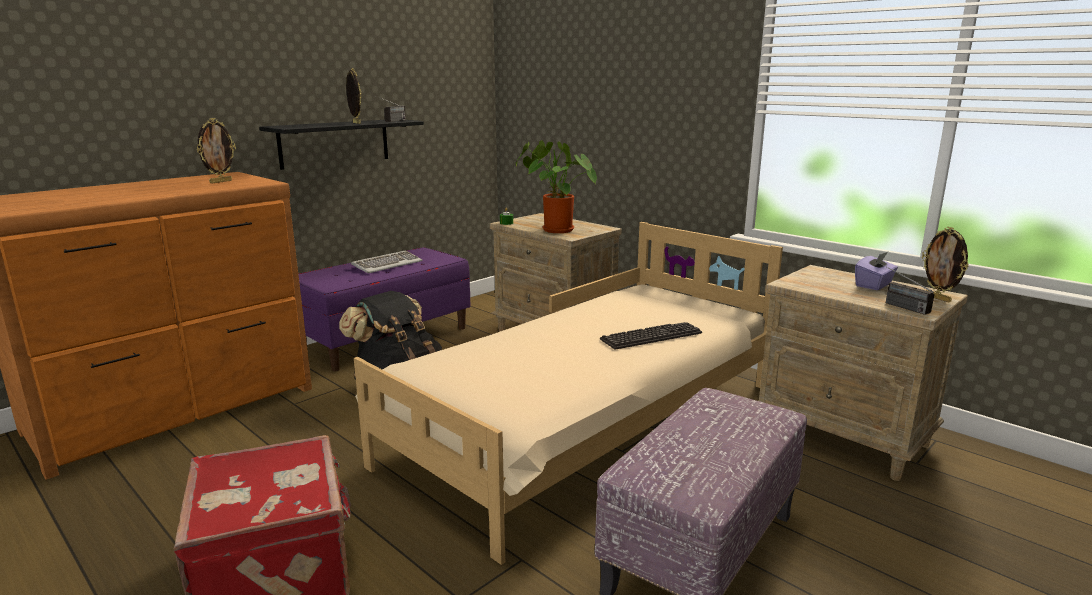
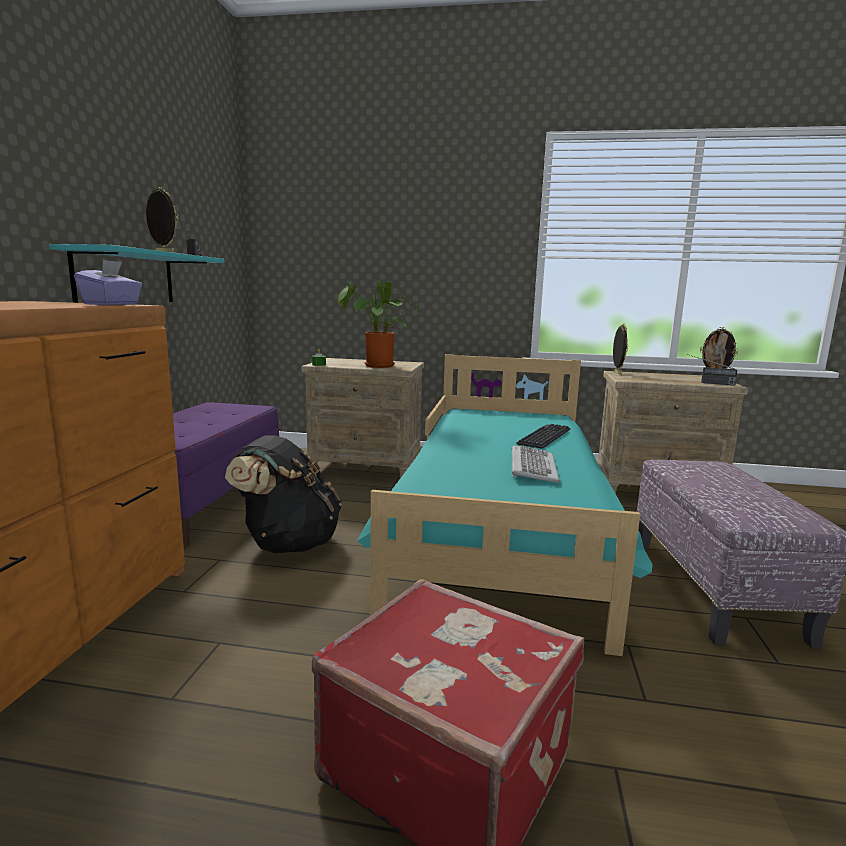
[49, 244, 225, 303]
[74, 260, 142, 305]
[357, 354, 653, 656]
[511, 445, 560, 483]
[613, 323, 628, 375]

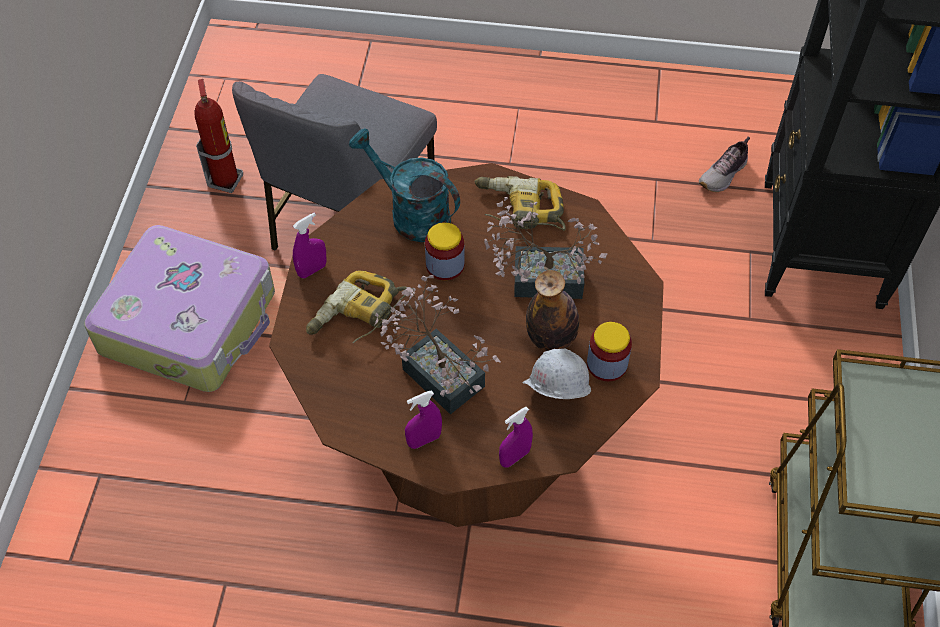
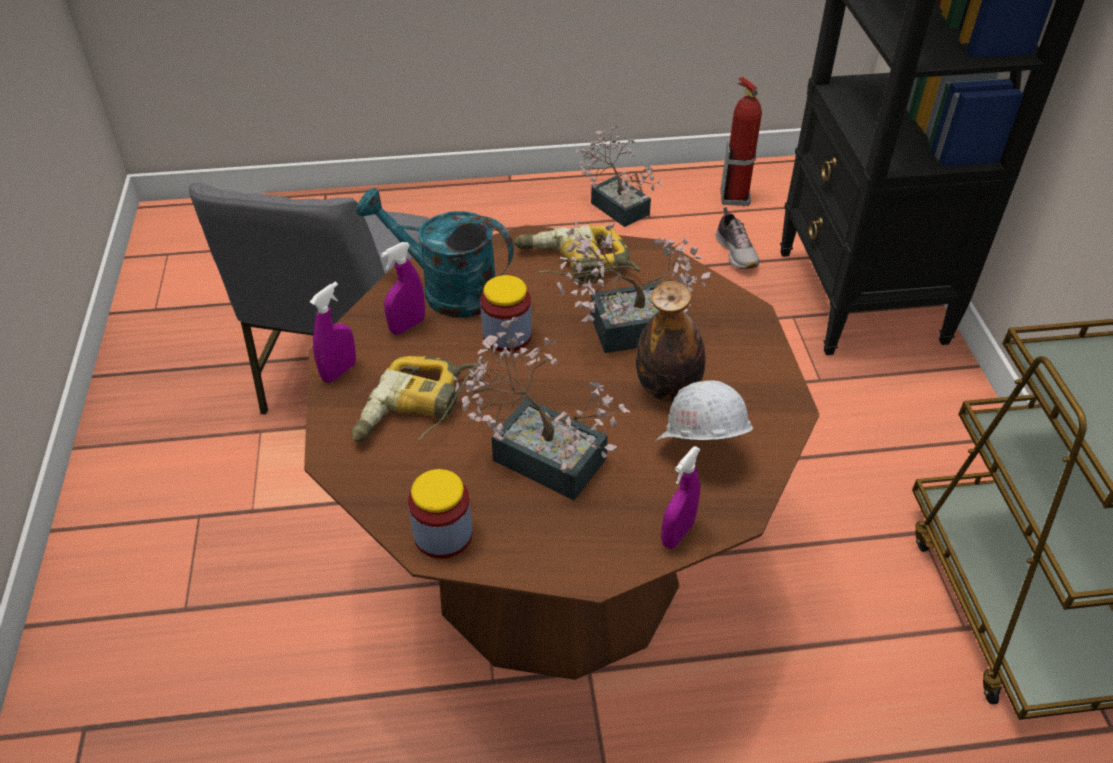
[381, 242, 425, 335]
[408, 469, 473, 559]
[575, 126, 663, 227]
[716, 207, 759, 269]
[721, 77, 762, 206]
[84, 225, 275, 392] (first image)

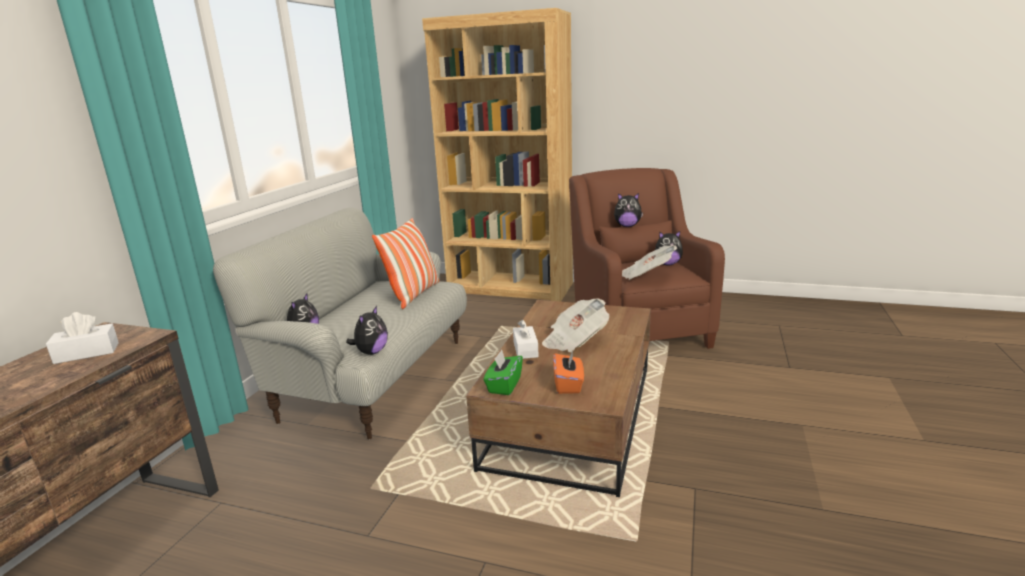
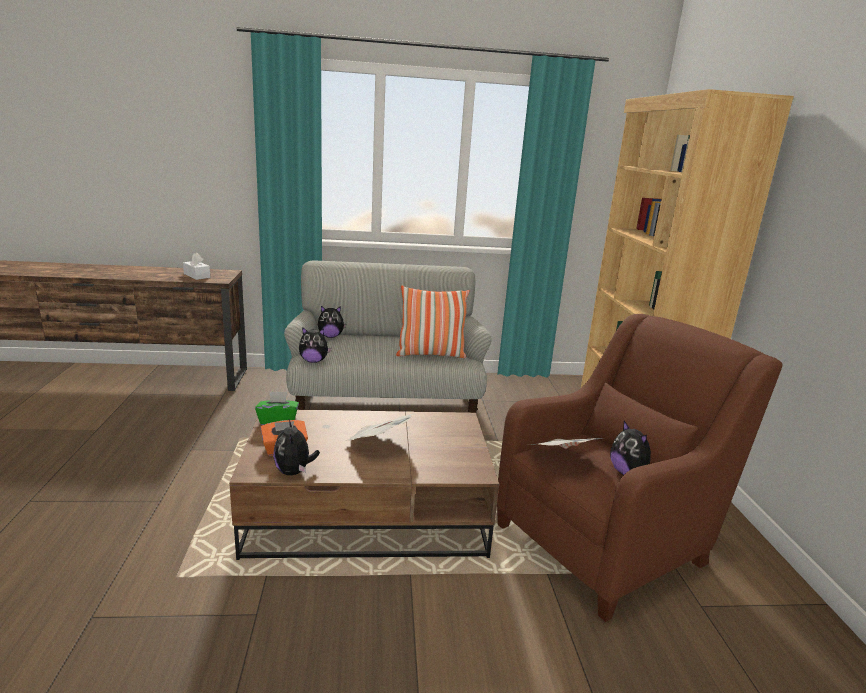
[273, 419, 320, 475]
[513, 320, 539, 359] (first image)

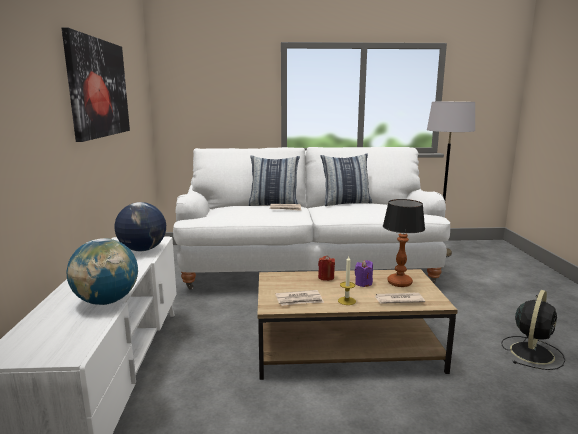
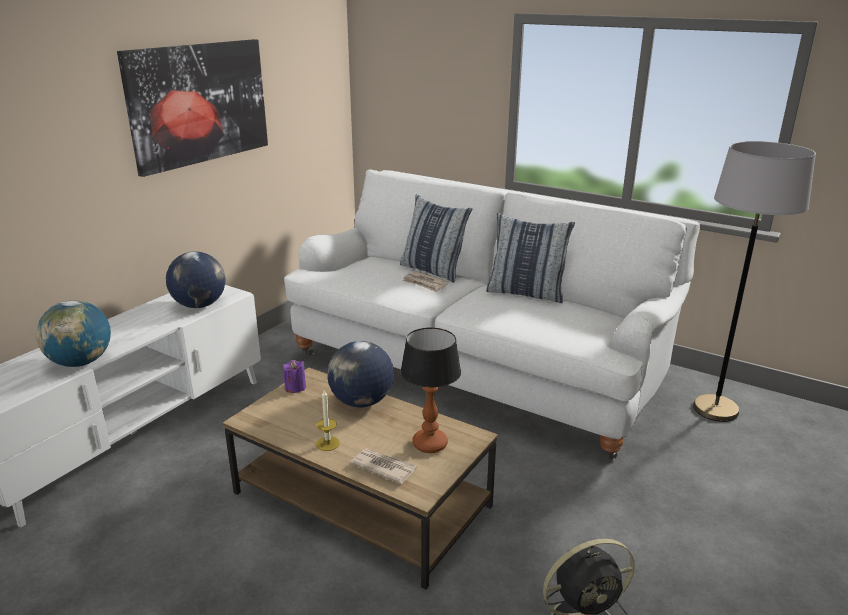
[283, 360, 306, 393]
[327, 341, 394, 408]
[275, 290, 324, 306] (first image)

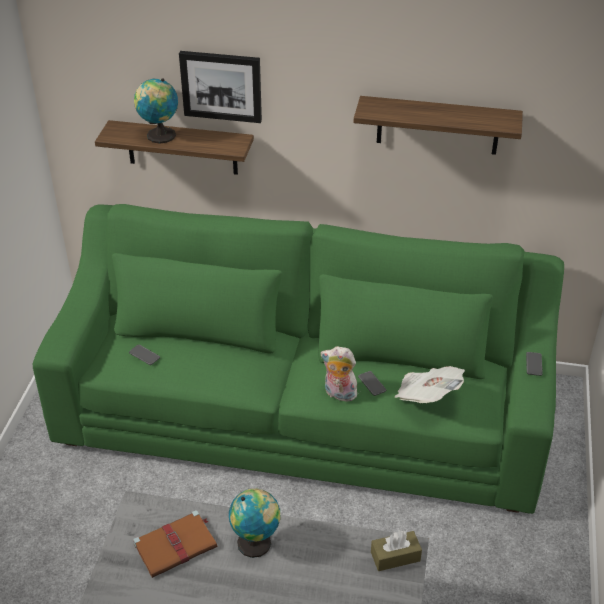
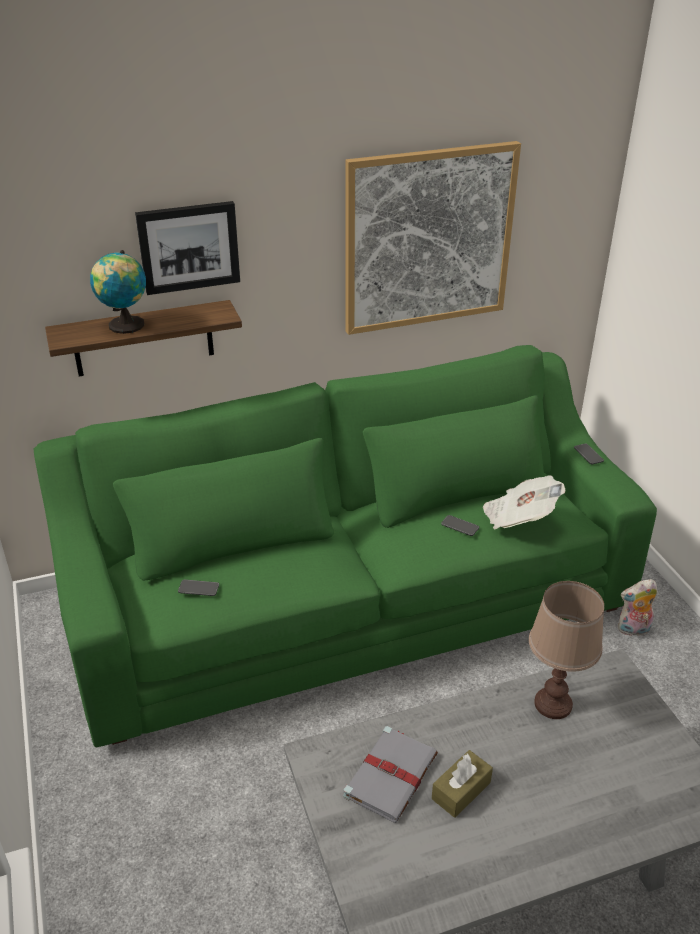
[343, 726, 438, 823]
[345, 141, 521, 335]
[432, 750, 493, 818]
[529, 581, 604, 719]
[618, 579, 658, 638]
[229, 489, 281, 558] (first image)

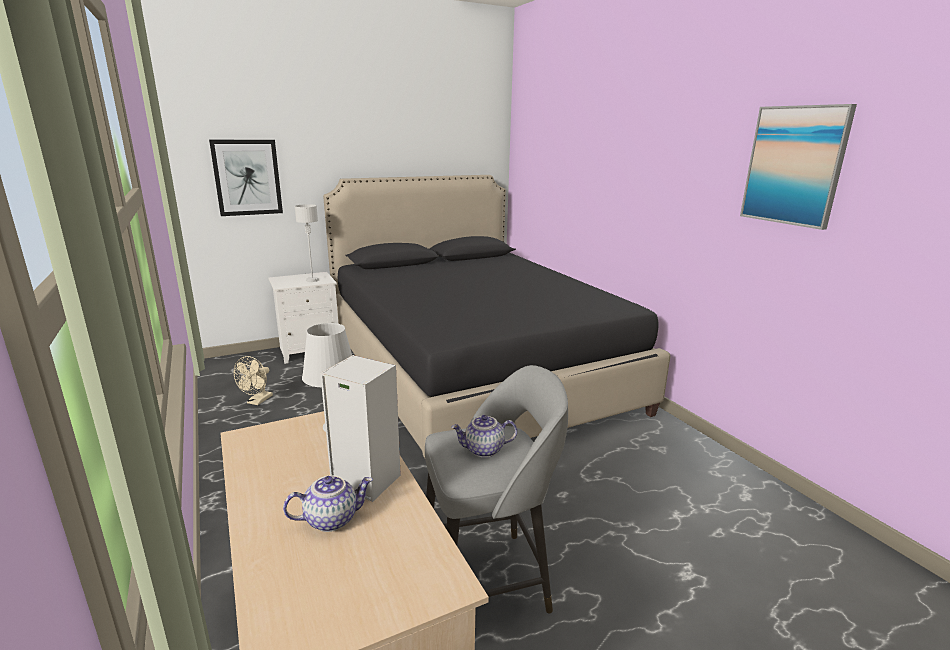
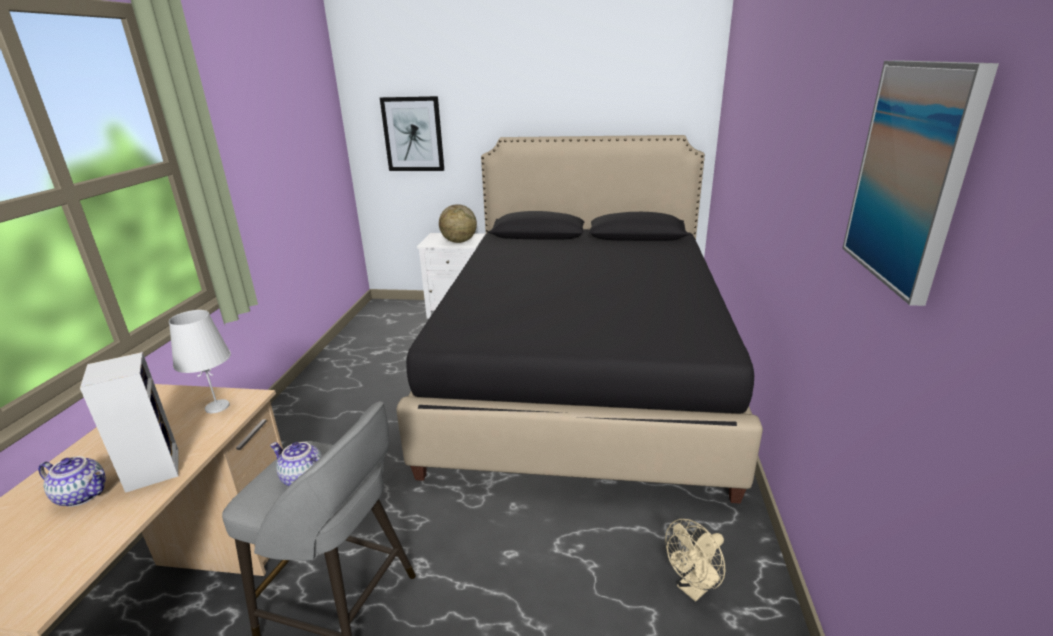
[439, 204, 477, 243]
[665, 519, 725, 602]

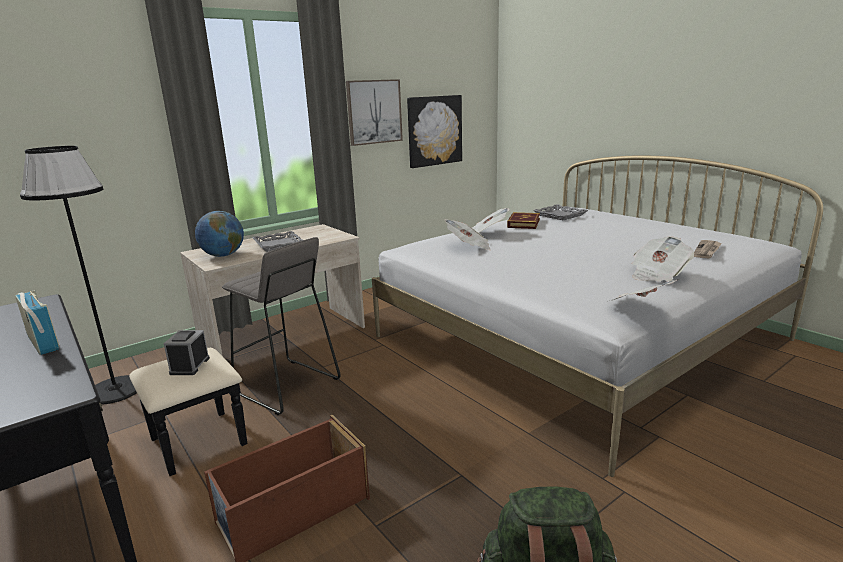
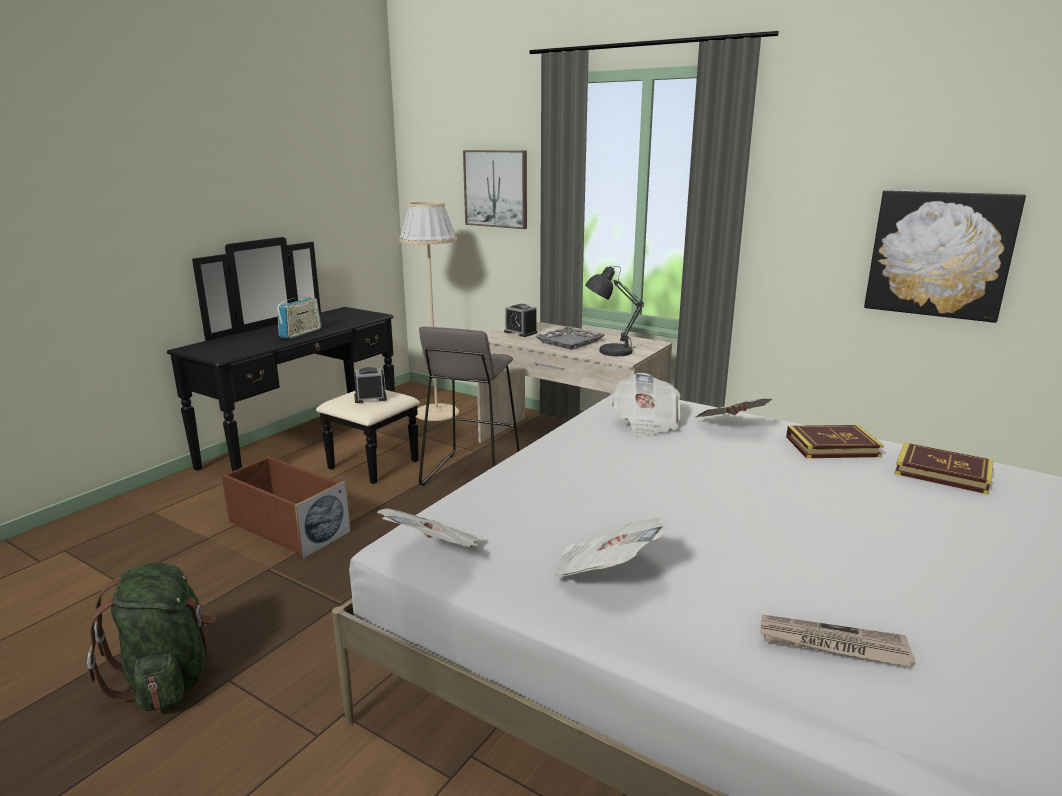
[399, 202, 459, 421]
[463, 150, 527, 229]
[504, 304, 538, 337]
[585, 266, 644, 356]
[895, 442, 993, 494]

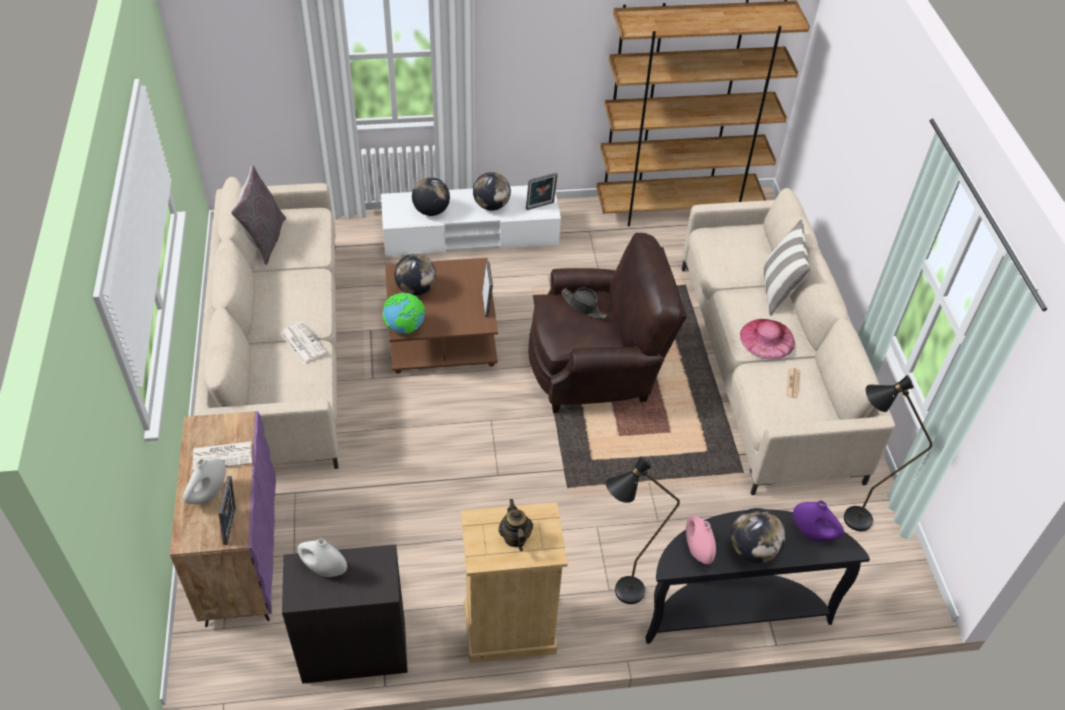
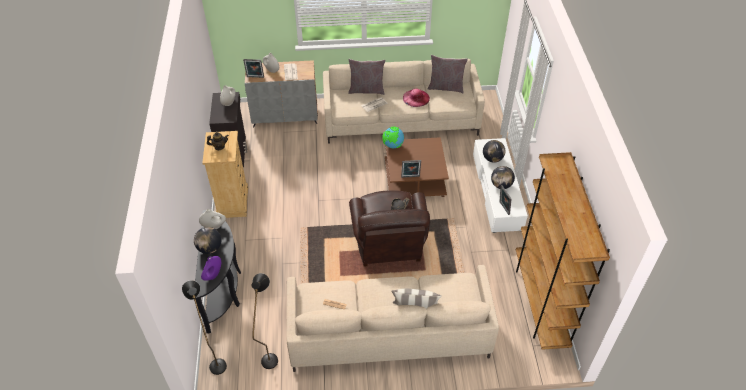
[182, 280, 227, 375]
[199, 209, 226, 229]
[245, 60, 318, 127]
[348, 59, 385, 95]
[403, 89, 430, 107]
[394, 254, 436, 296] (first image)

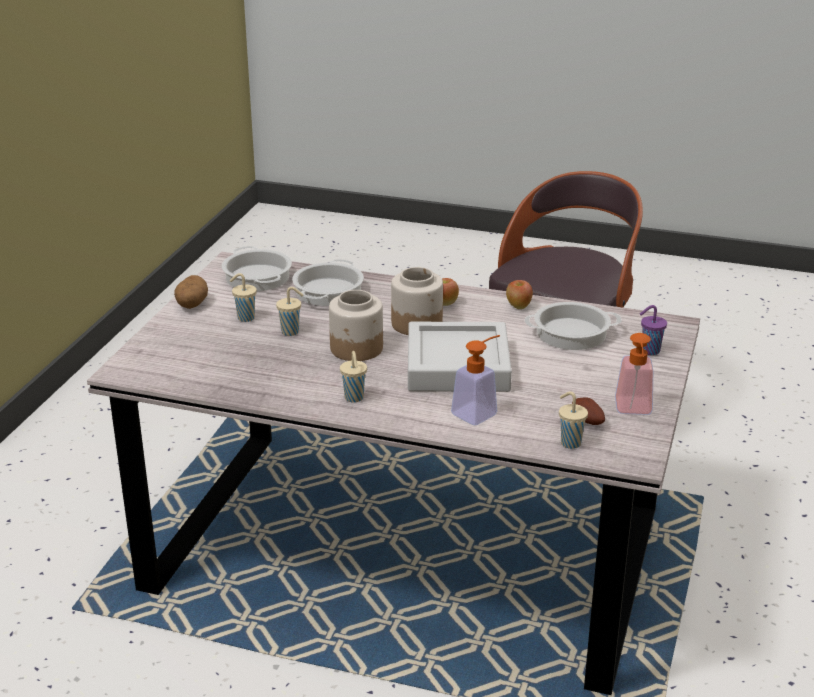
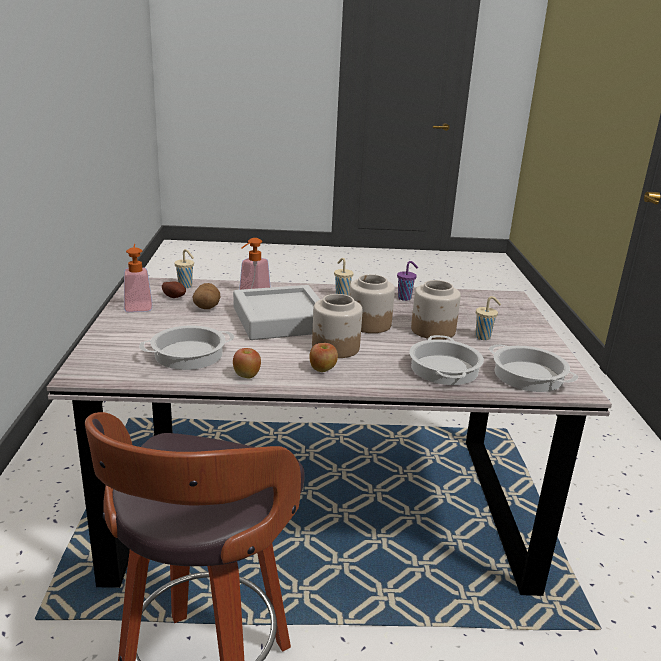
[192, 283, 220, 309]
[397, 261, 418, 301]
[411, 280, 461, 340]

